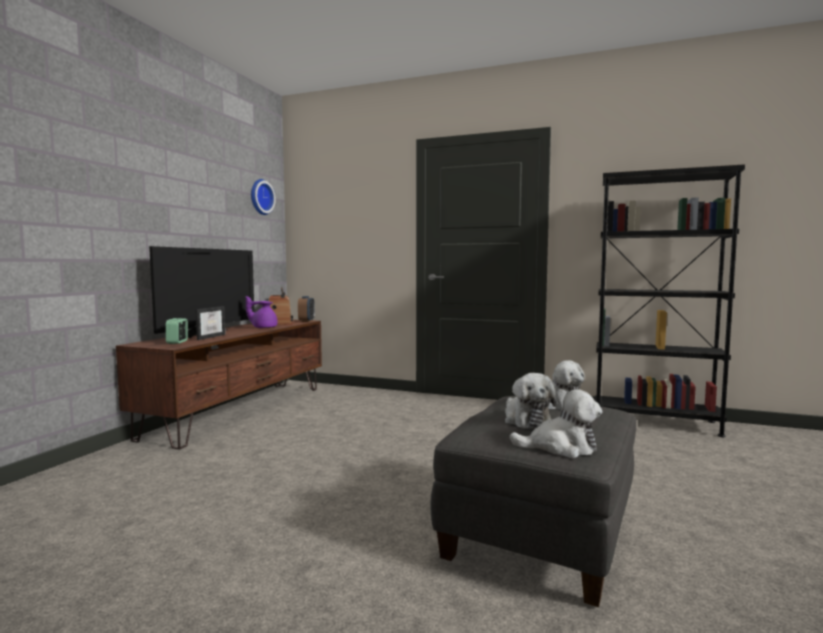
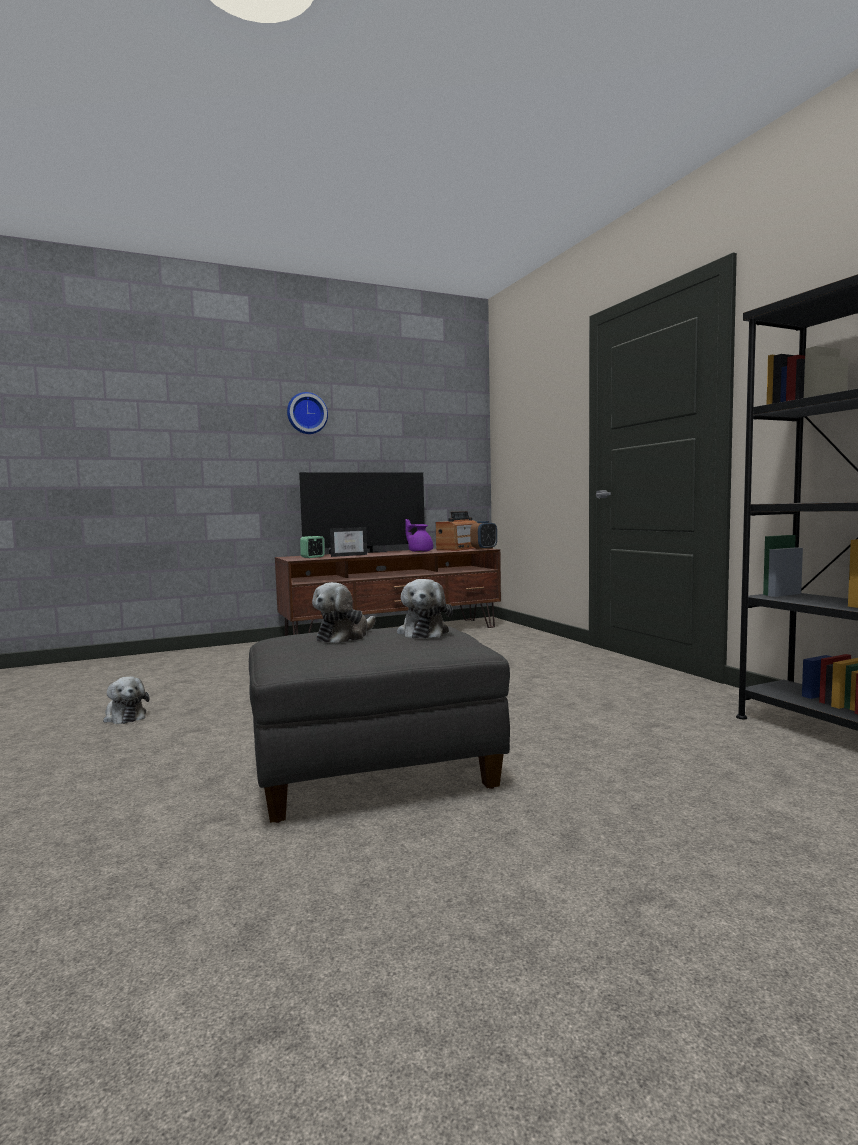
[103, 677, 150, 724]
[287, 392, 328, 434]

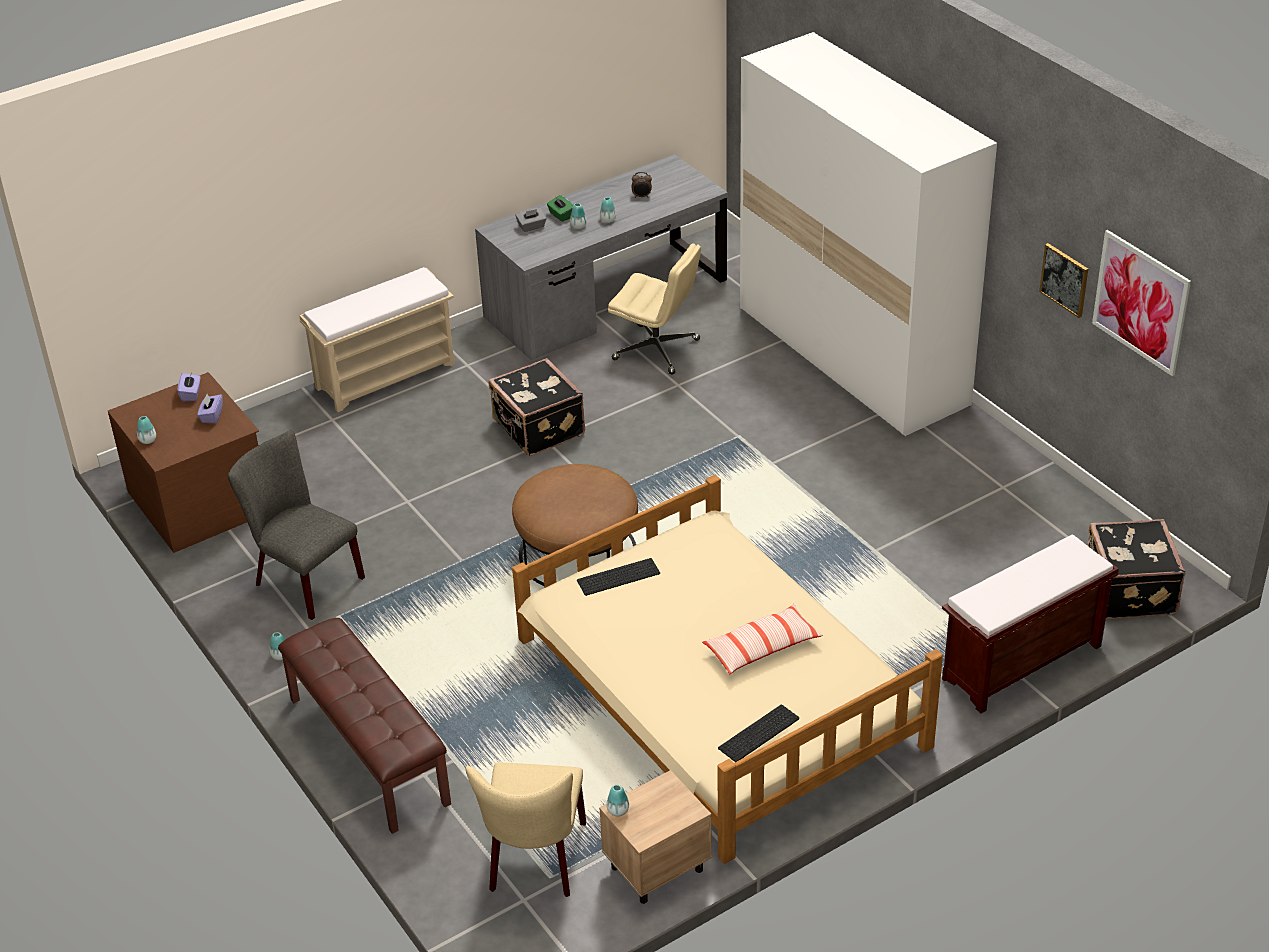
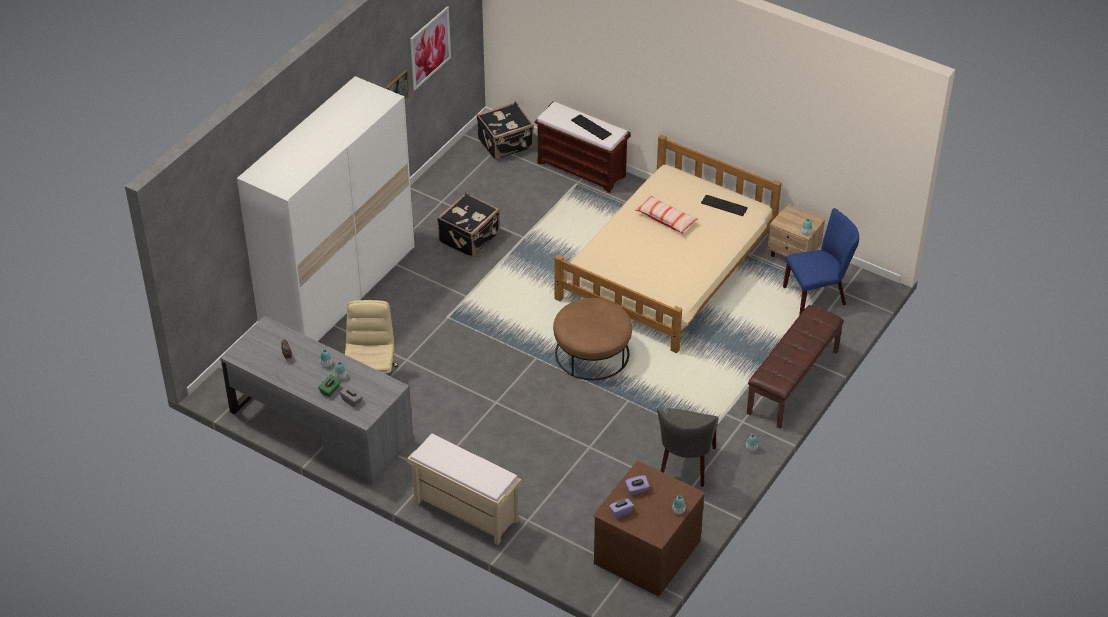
[437, 193, 500, 257]
[571, 114, 612, 140]
[783, 208, 859, 315]

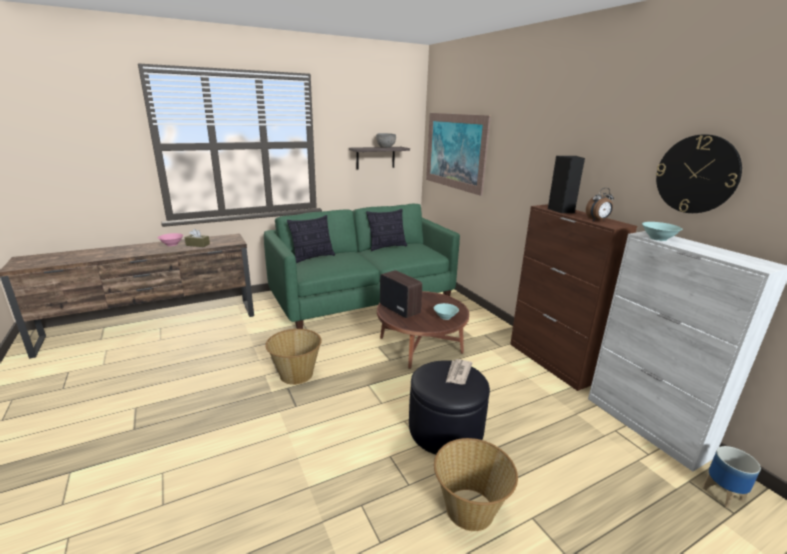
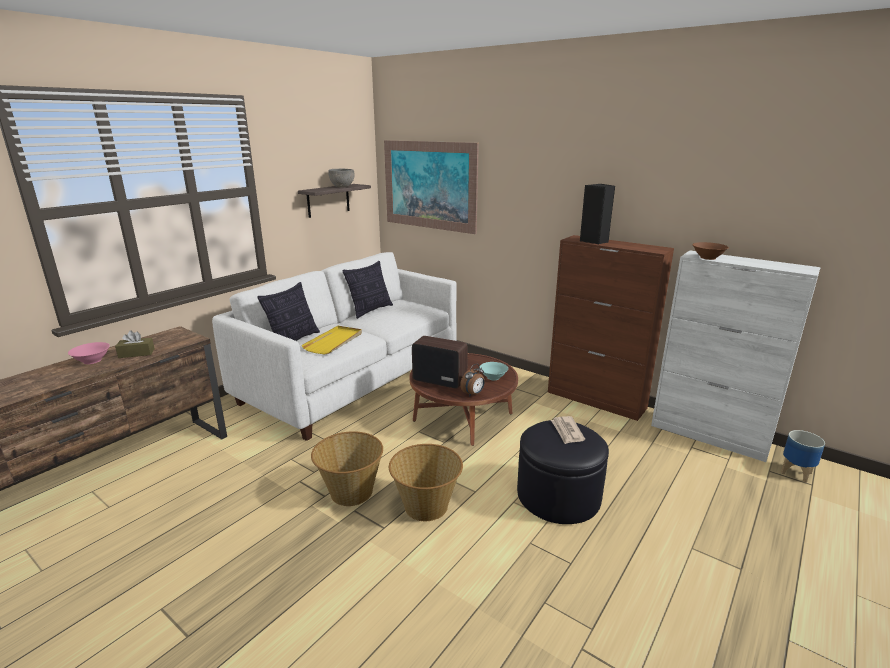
[212, 252, 457, 441]
[302, 326, 362, 354]
[389, 444, 463, 521]
[460, 364, 485, 397]
[692, 242, 729, 260]
[656, 134, 742, 213] (first image)

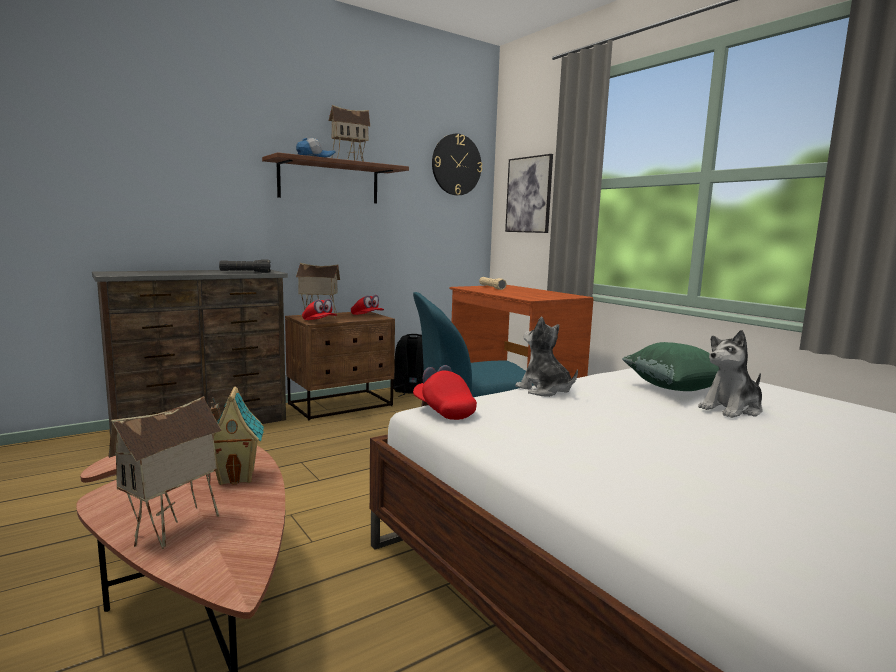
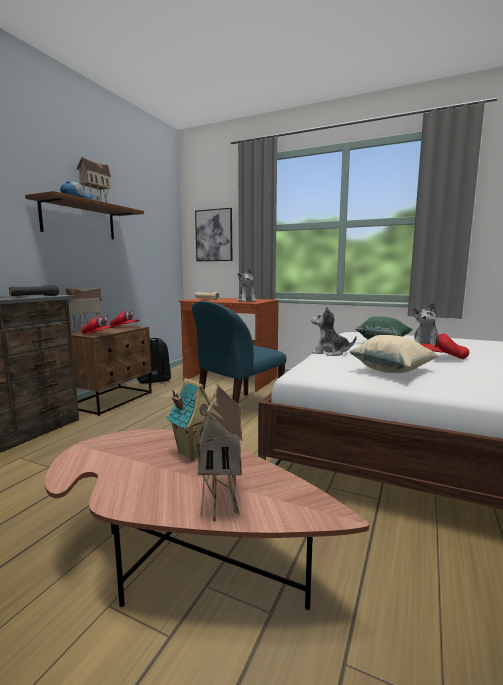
[237, 269, 257, 302]
[350, 335, 439, 373]
[421, 331, 469, 359]
[432, 134, 482, 195] (first image)

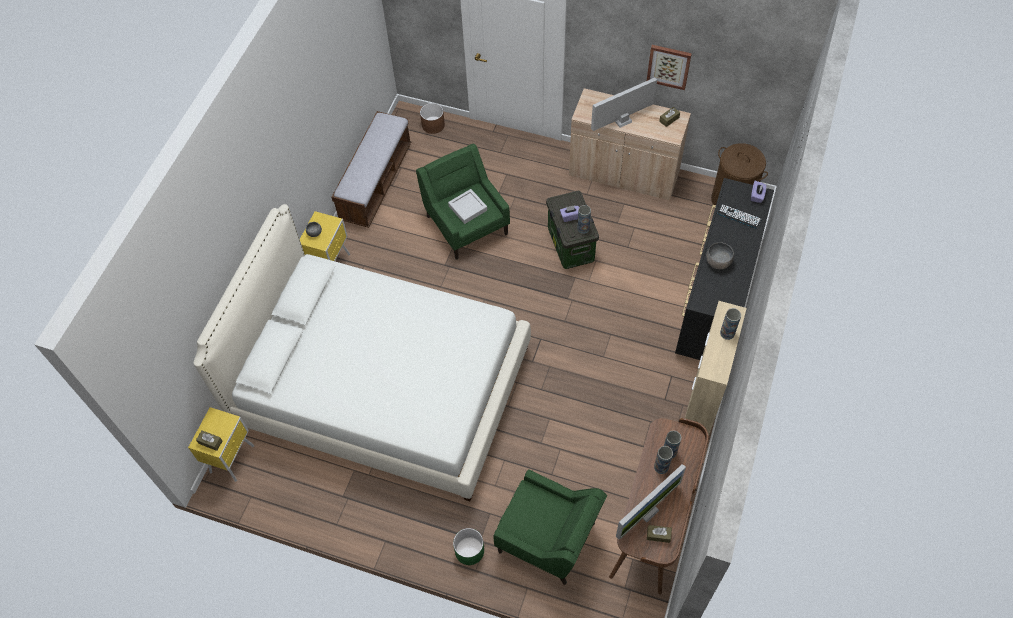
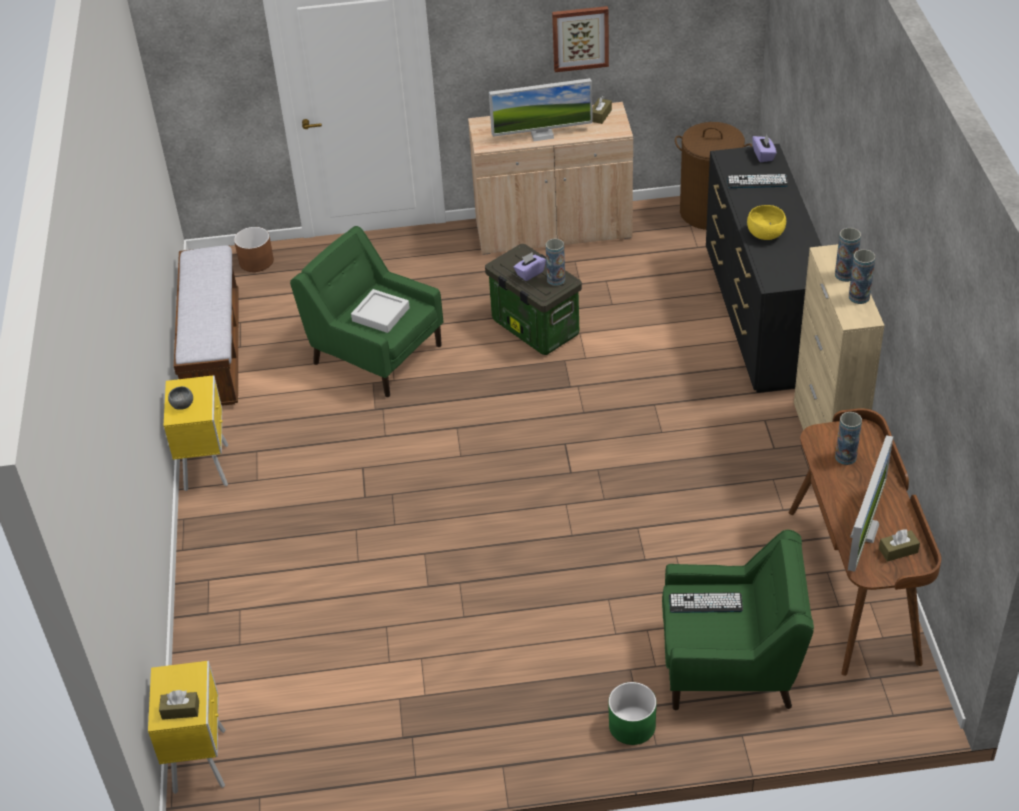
[489, 78, 593, 141]
[669, 592, 743, 613]
[747, 205, 786, 240]
[849, 249, 875, 304]
[194, 204, 531, 501] (first image)

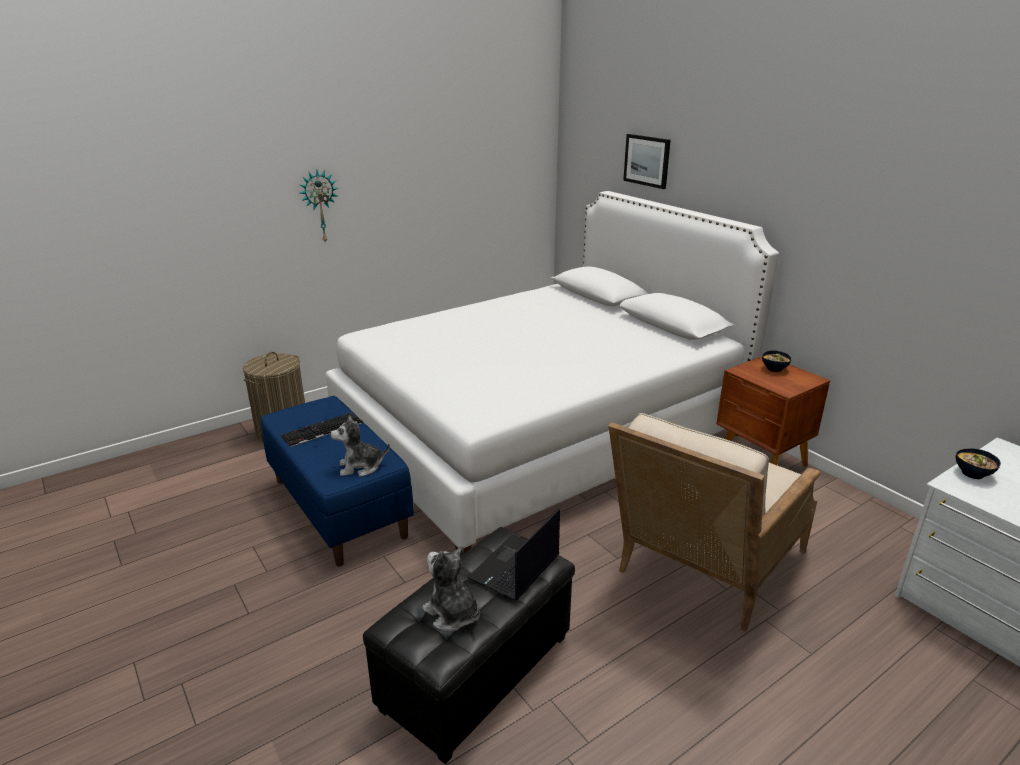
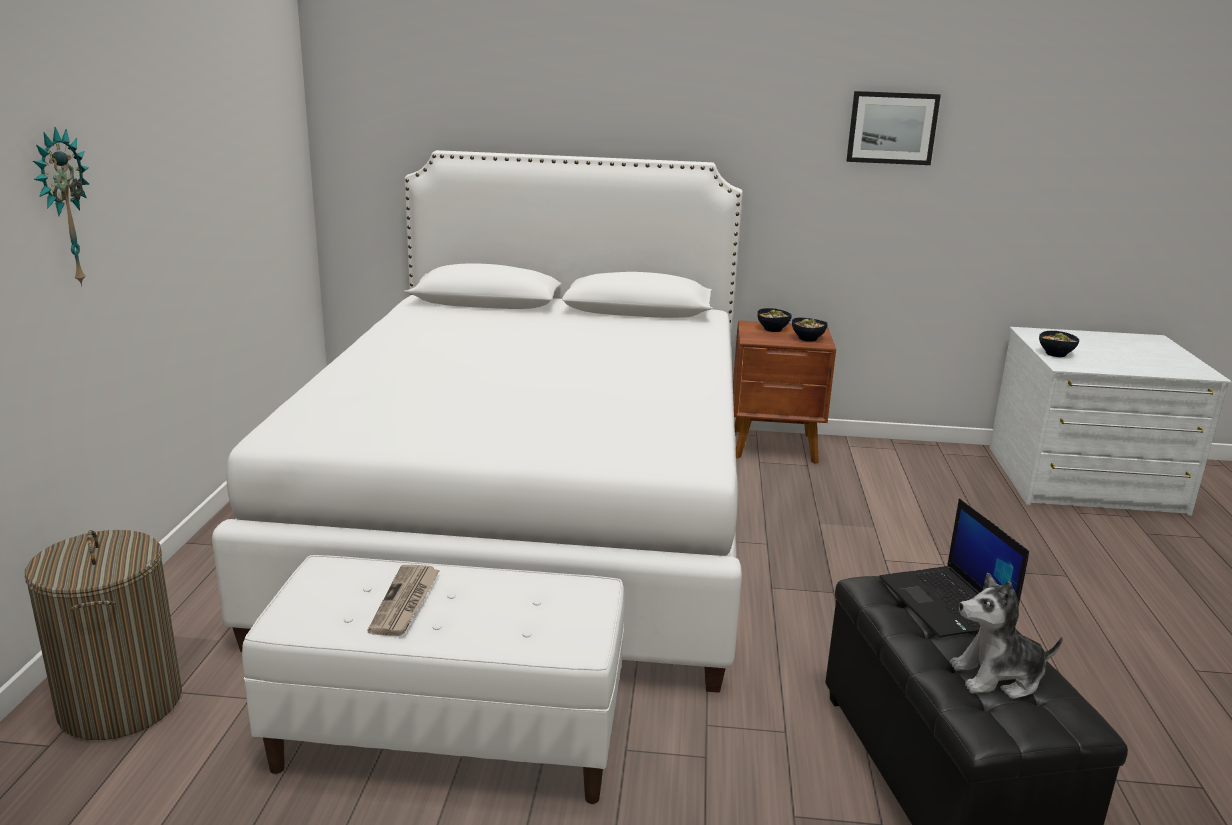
[242, 555, 625, 804]
[367, 565, 440, 636]
[792, 317, 828, 342]
[846, 91, 941, 165]
[330, 415, 390, 477] (first image)
[609, 413, 820, 632] (first image)

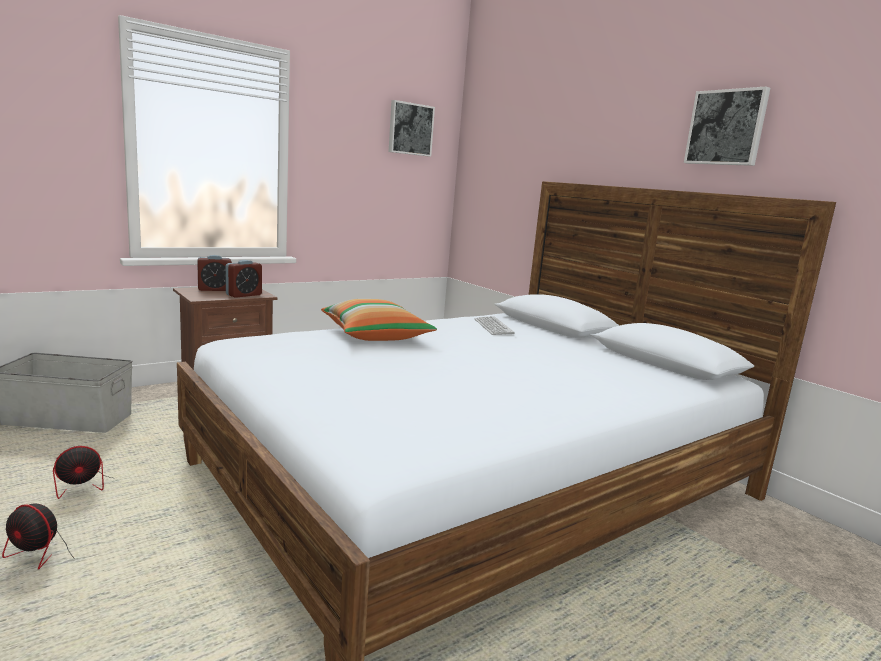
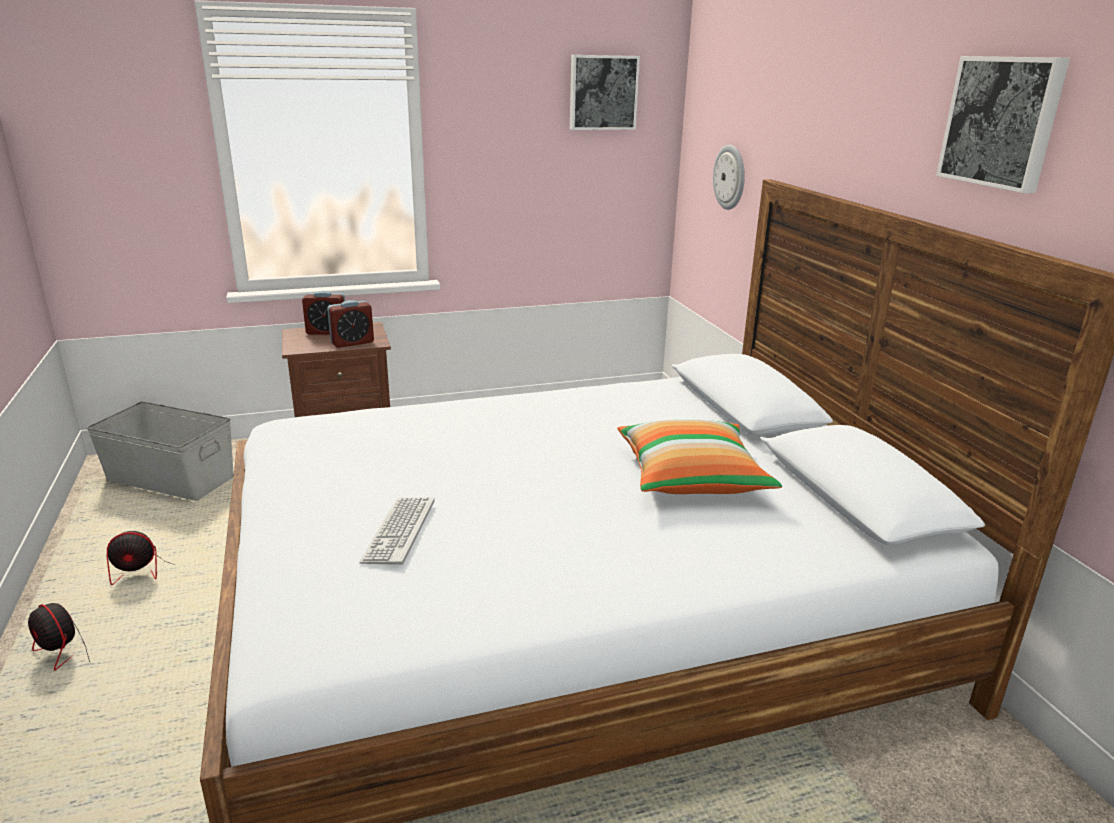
[359, 497, 435, 565]
[617, 420, 782, 494]
[713, 145, 745, 210]

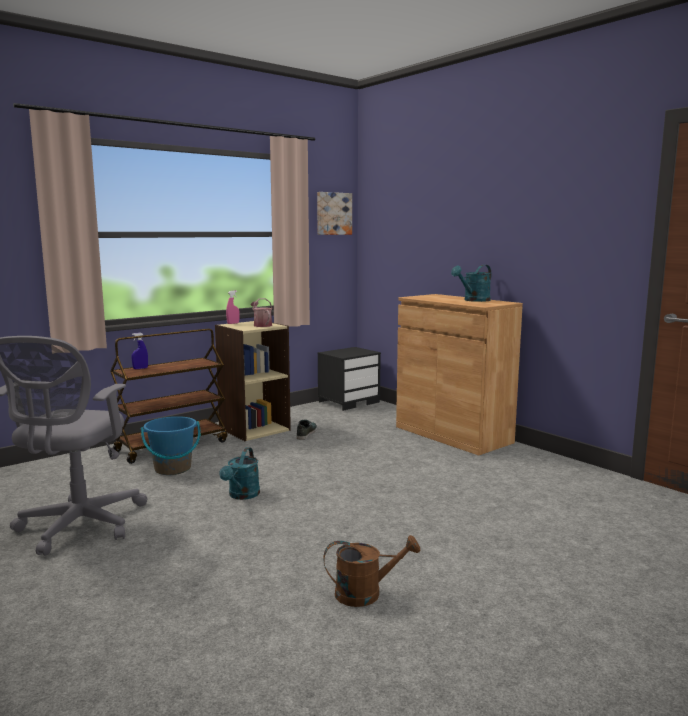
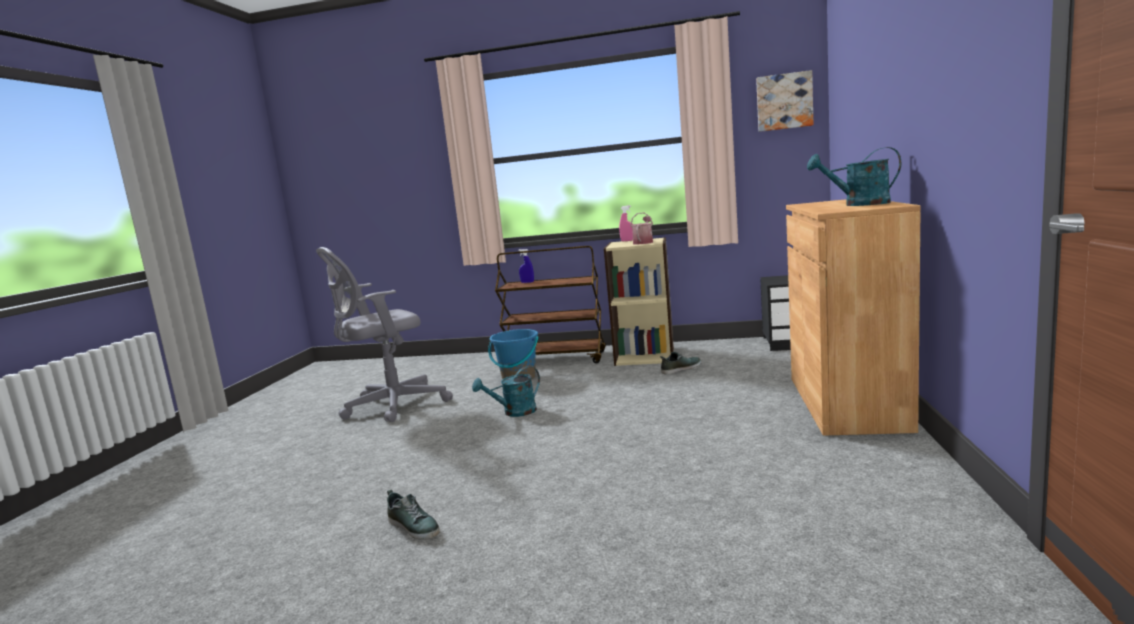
[387, 490, 440, 540]

